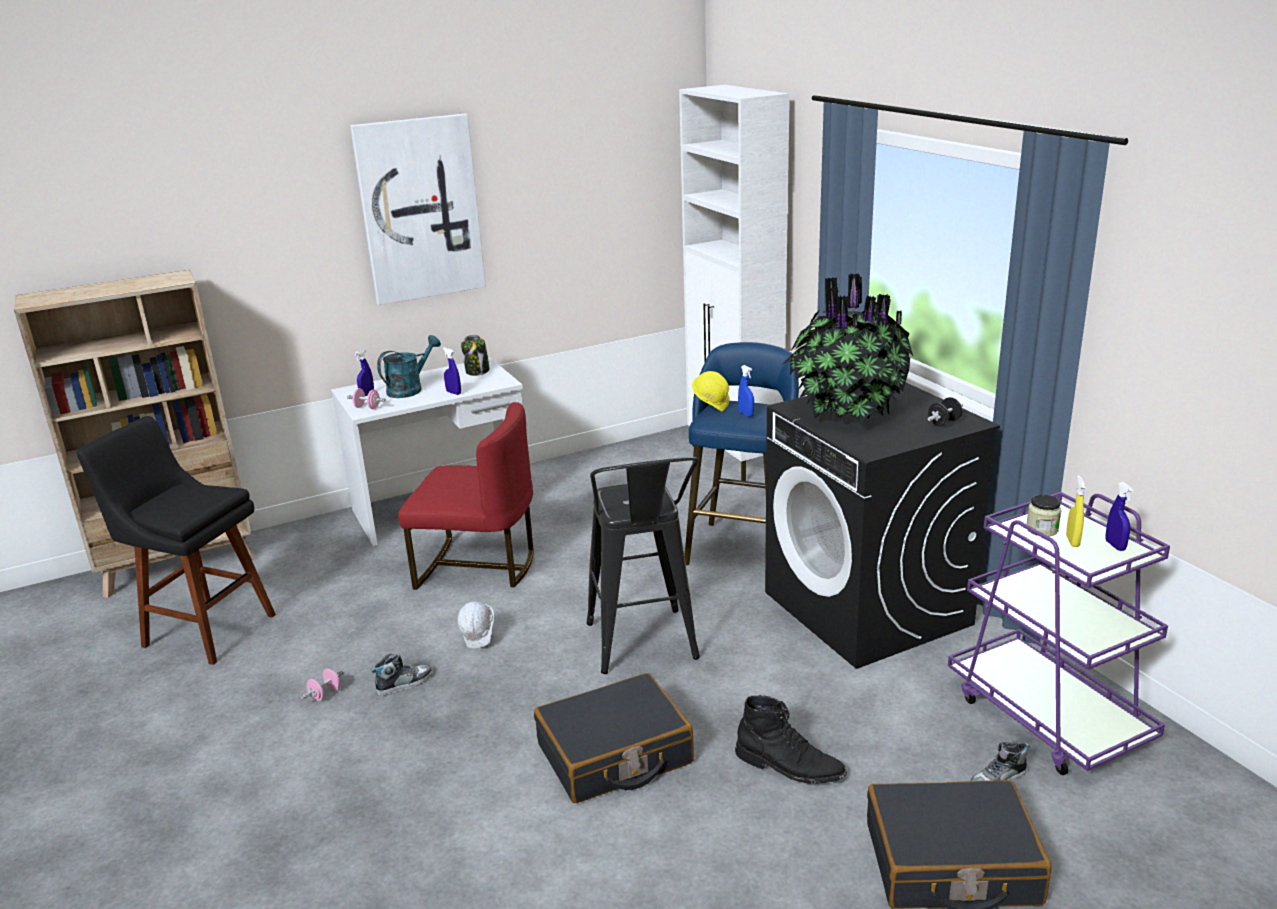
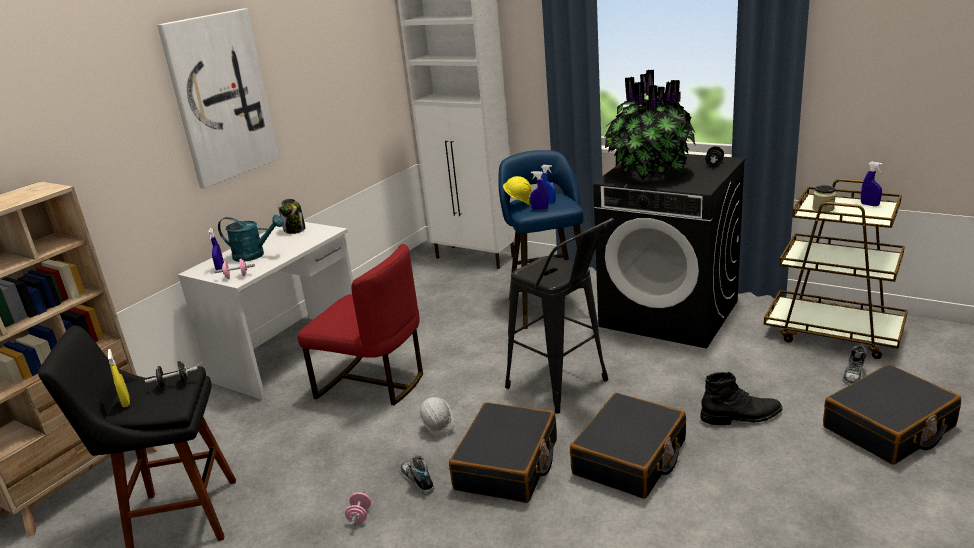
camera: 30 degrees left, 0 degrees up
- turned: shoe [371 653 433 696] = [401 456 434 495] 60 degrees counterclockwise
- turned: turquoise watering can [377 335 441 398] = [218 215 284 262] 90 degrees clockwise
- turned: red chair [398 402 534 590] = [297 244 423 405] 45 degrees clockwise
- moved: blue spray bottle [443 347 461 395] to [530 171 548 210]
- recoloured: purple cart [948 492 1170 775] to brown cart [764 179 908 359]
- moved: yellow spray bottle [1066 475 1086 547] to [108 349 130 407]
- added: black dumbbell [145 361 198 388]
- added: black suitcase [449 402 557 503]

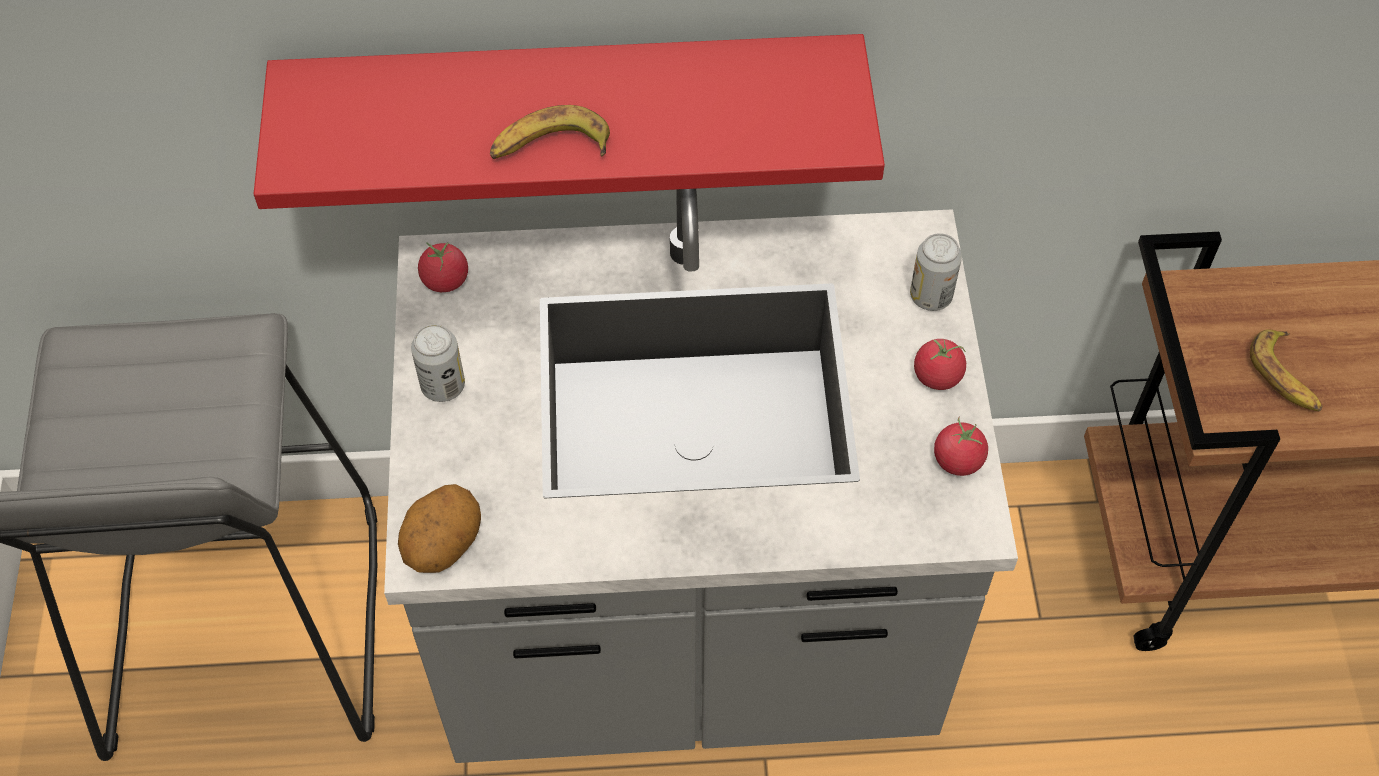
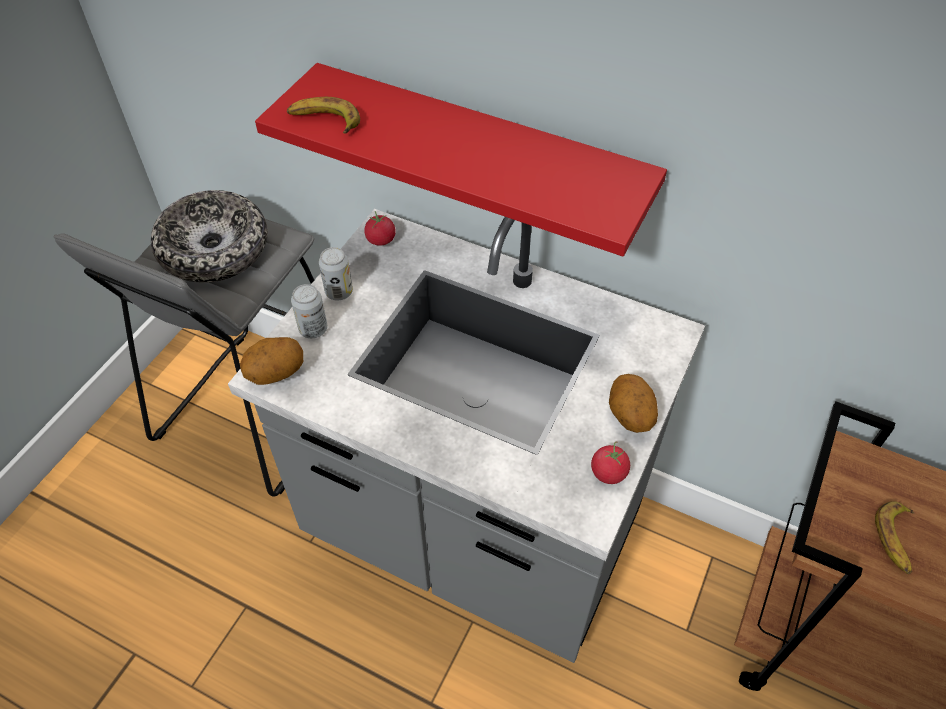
camera: 30 degrees right, 5 degrees down
- moved: banana [490 105 610 159] to [287 97 360 134]
- moved: can [910 233 962 311] to [291 284 328 338]
- replaced: tomato [914 339 966 390] to potato [609 374 658 433]
- added: bowl [151 190 268 283]

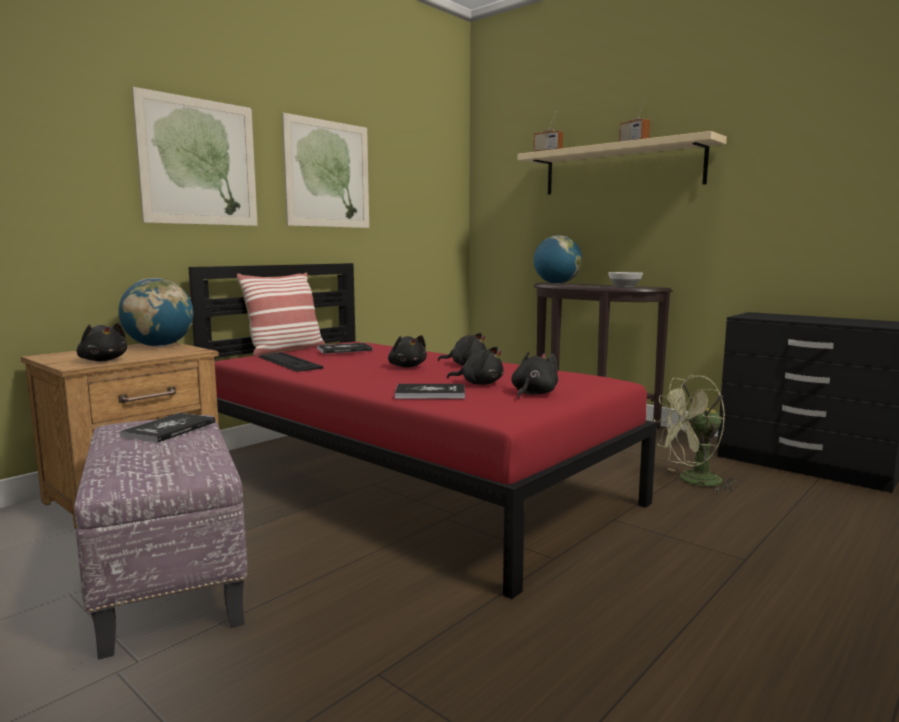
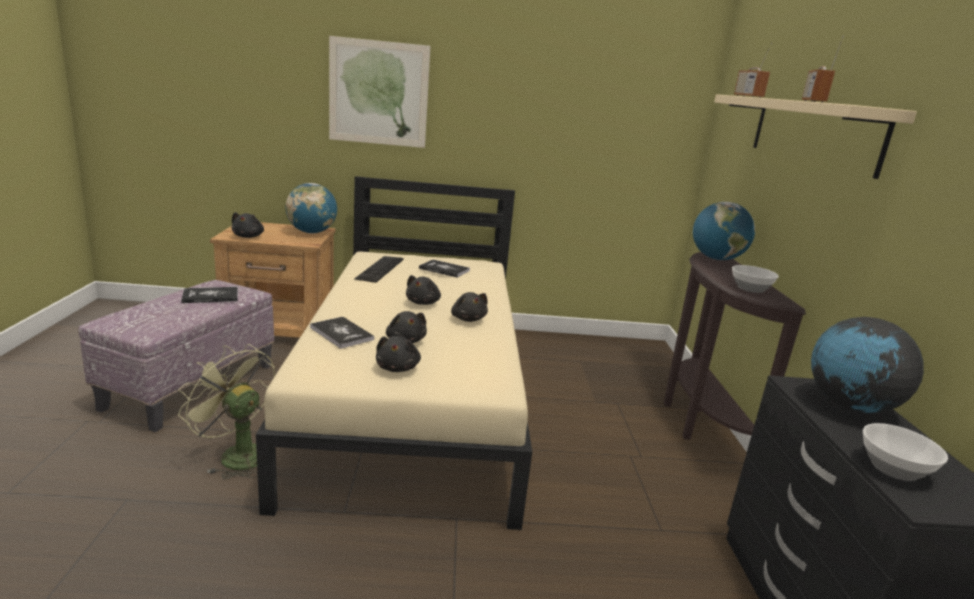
camera: 45 degrees right, 10 degrees up
- recoloured: red bed [188 263 657 599] to beige bed [256 176 532 530]
- removed: pillow [237 273 325 356]
- removed: picture [282 113 369 228]
- turned: black plush toy [511 352 558 398] = [376 336 421 372] 105 degrees clockwise
- moved: green fan [654 375 737 492] to [178 344 275 479]
- added: globe [811 317 924 413]
- added: bowl [863 423 948 481]

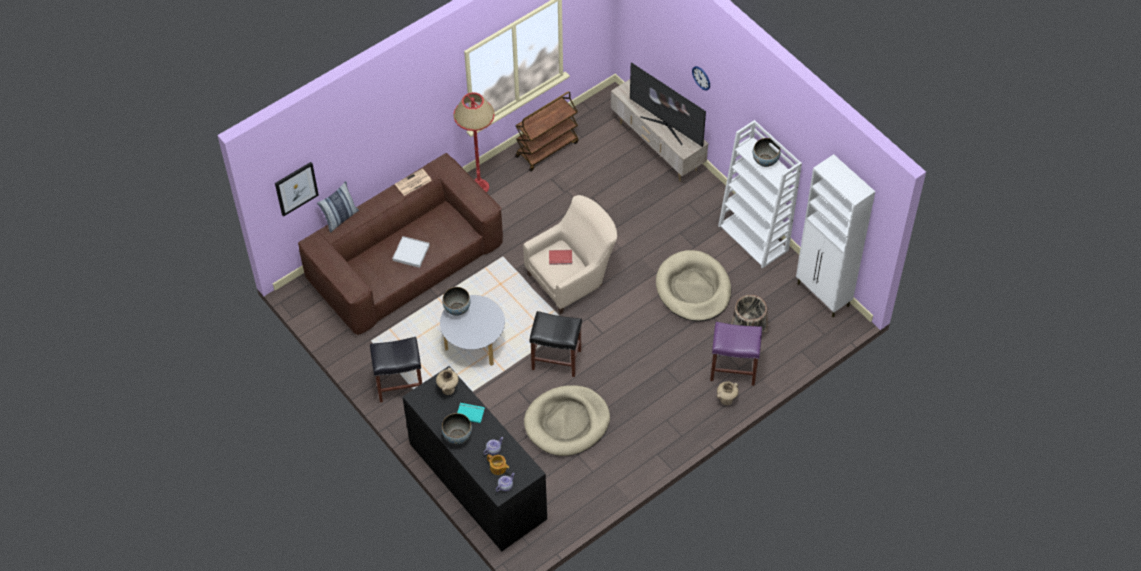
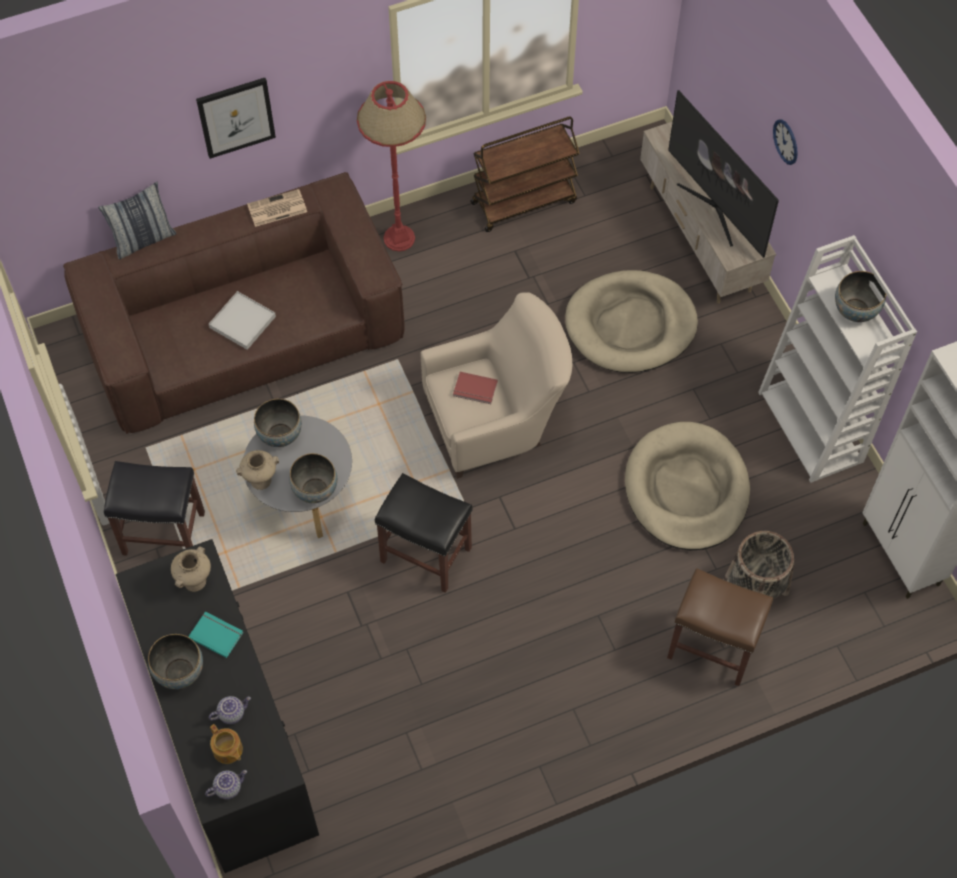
camera: 15 degrees right, 5 degrees up
- moved: picture [275 162 319 217] to [196 78 276 159]
- moved: beige dog bed [524 385 610 456] to [565 270 698 373]
- recoloured: purple stool [710 322 762 386] to brown stool [667 568 773 686]
- moved: beige vase [717 381 738 405] to [236 450 279 490]
- added: bowl [289 453 337 503]

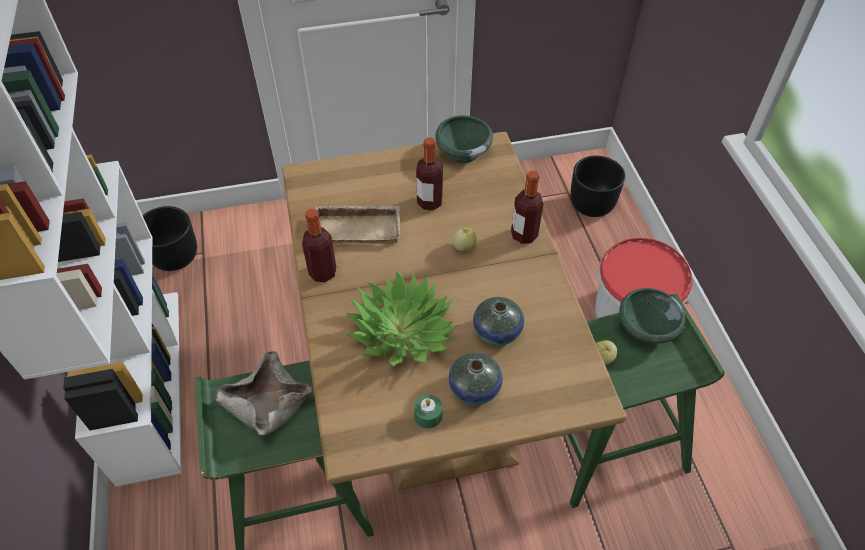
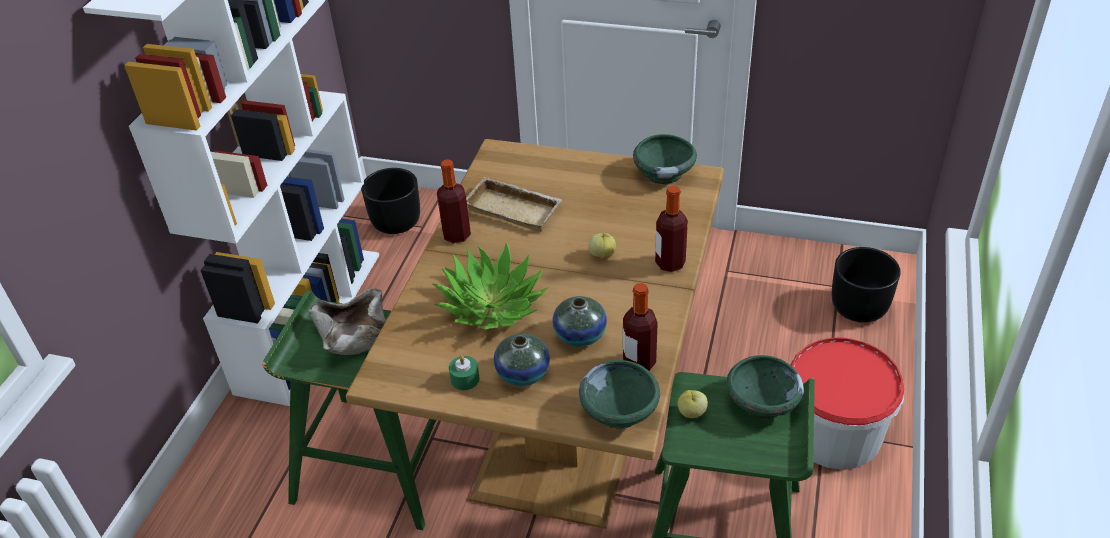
camera: 30 degrees right, 10 degrees down
- moved: bottle [416 137 443 211] to [623 283 658 371]
- added: green bowl [579 360 660 429]

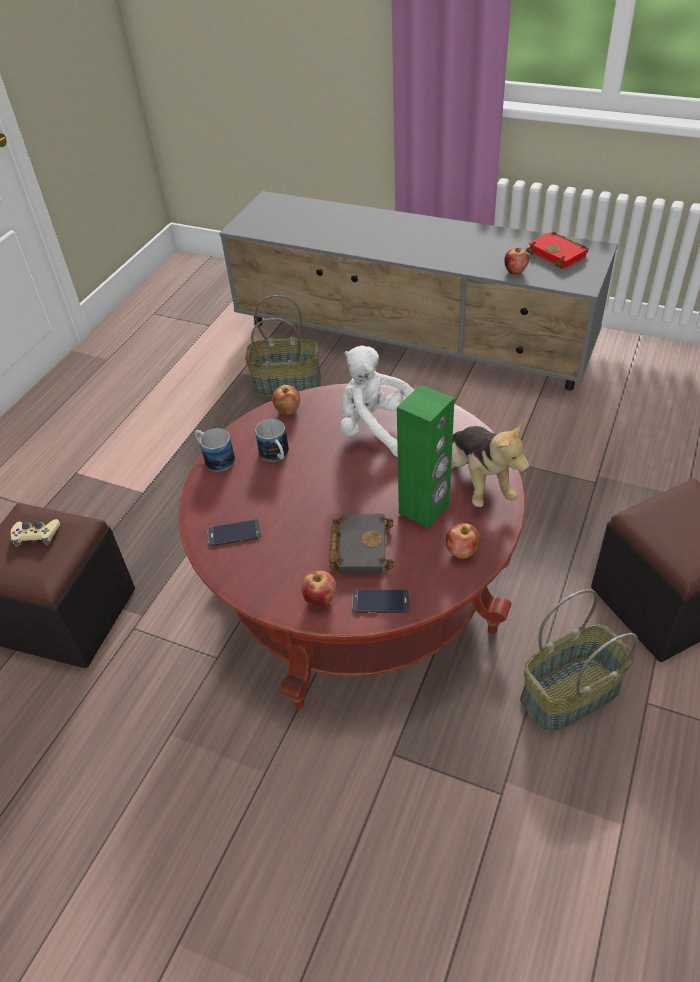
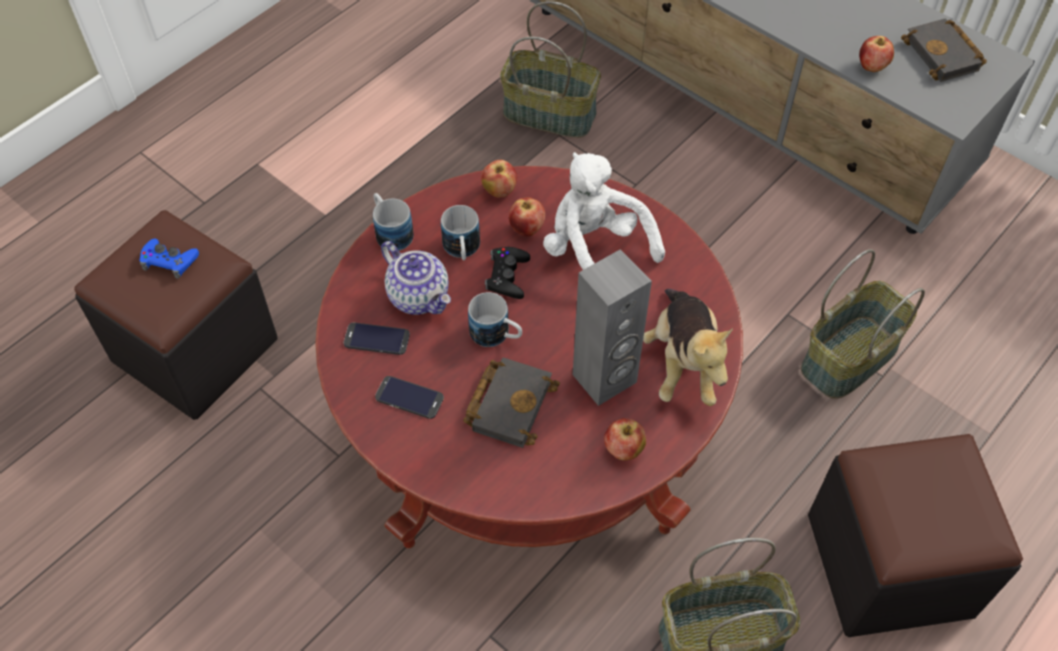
camera: 15 degrees right, 10 degrees up
- recoloured: beige game controller [10 519 60 547] to blue game controller [139 238 199 279]
- moved: apple [301 570 336 608] to [509 197 545 237]
- moved: phone [352 589 410 613] to [375 376 444 419]
- recoloured: green speaker [397 385 455 529] to grey speaker [573 249 652 406]
- recoloured: red book [526 232 589 269] to black book [901 19 987 82]
- added: teapot [381 241 451 315]
- added: mug [468 292 522 347]
- added: black game controller [485 247 530 299]
- added: basket [801 249 925 399]

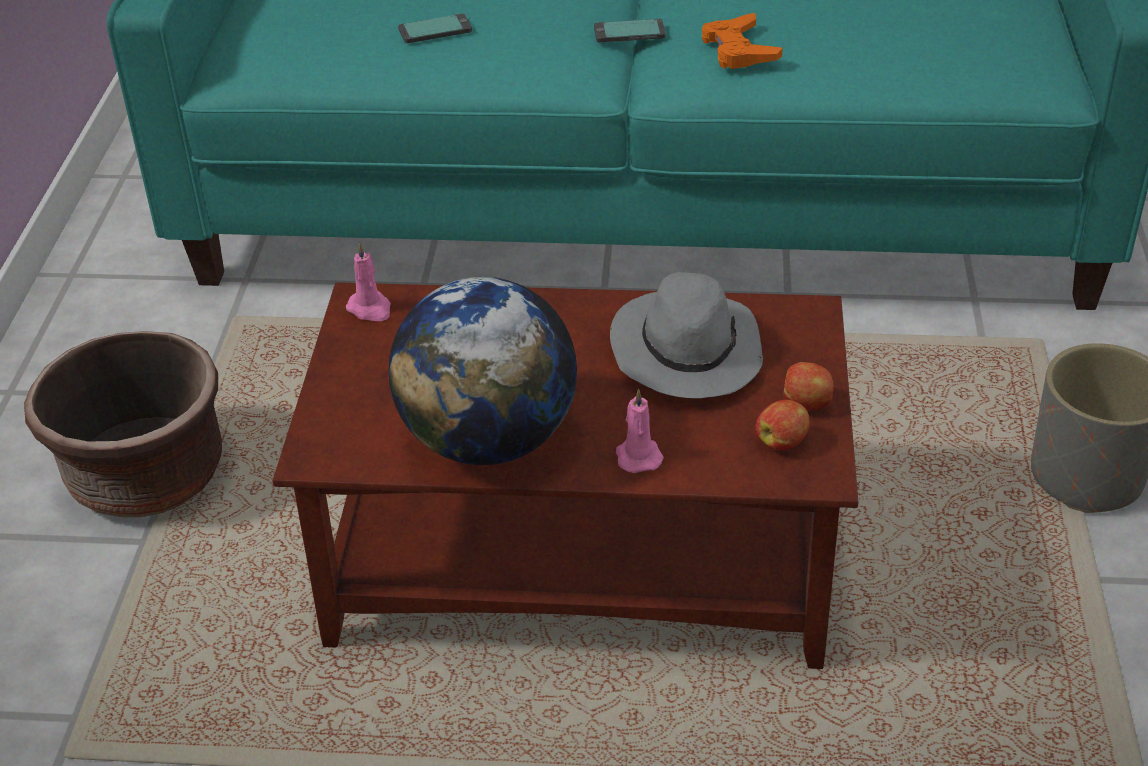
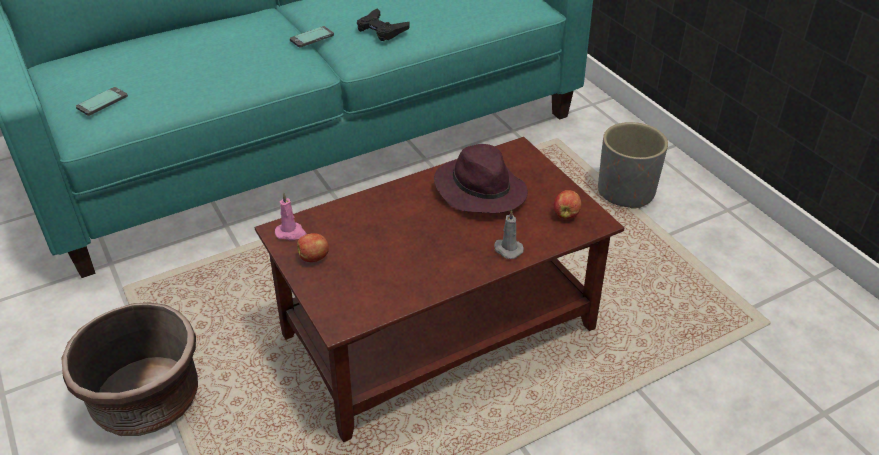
camera: 35 degrees left, 0 degrees up
- removed: globe [388 277 577 465]
- moved: phone [398 14 472 43] to [76 87 128 116]
- recoloured: grey hat [610 272 763 398] to purple hat [434 144 528 213]
- recoloured: pink candle [616 388 664 473] to grey candle [494 209 524 259]
- recoloured: orange game controller [702 13 783 69] to black game controller [357 8 410 41]
- moved: apple [783 362 834 410] to [297 233 329 262]

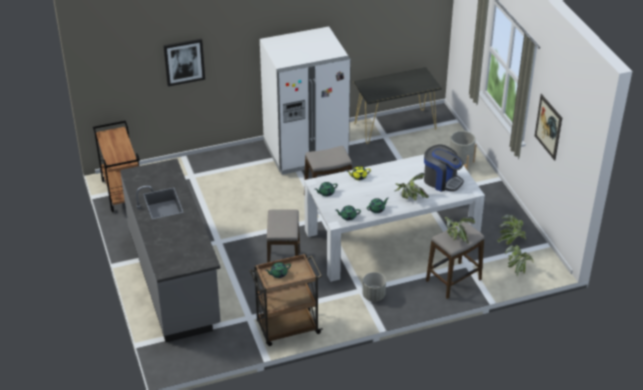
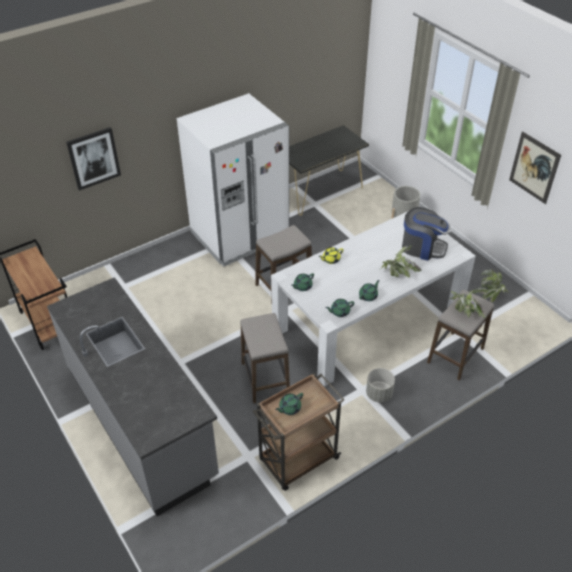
camera: 15 degrees left, 5 degrees up
- removed: potted plant [505 245 534 276]

